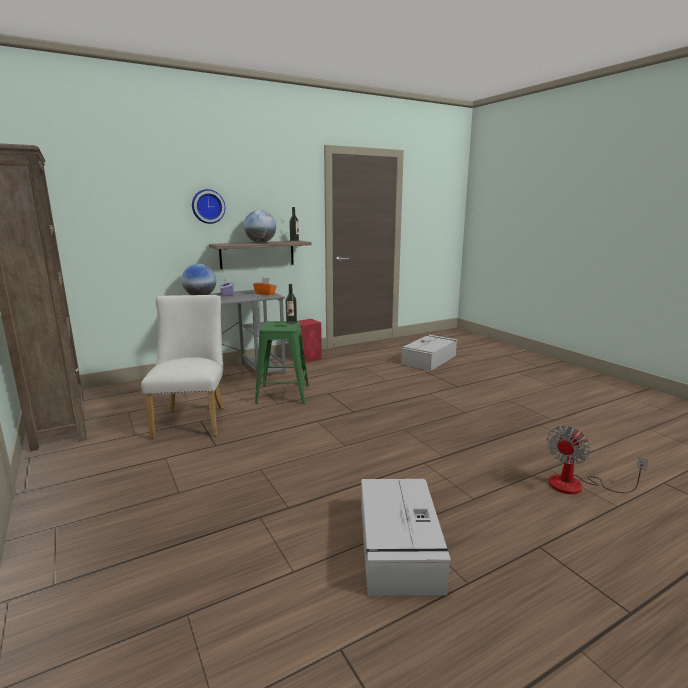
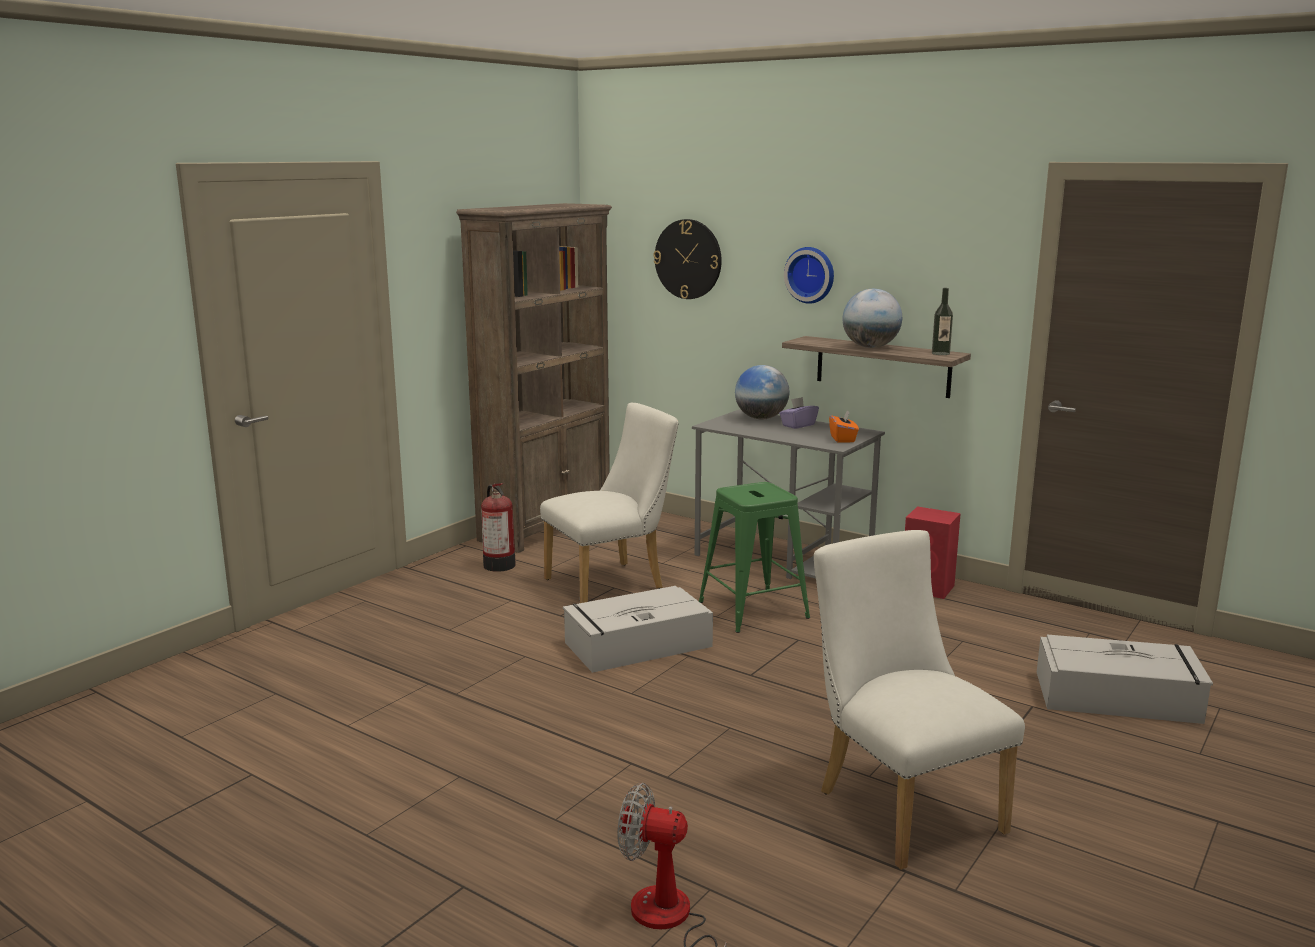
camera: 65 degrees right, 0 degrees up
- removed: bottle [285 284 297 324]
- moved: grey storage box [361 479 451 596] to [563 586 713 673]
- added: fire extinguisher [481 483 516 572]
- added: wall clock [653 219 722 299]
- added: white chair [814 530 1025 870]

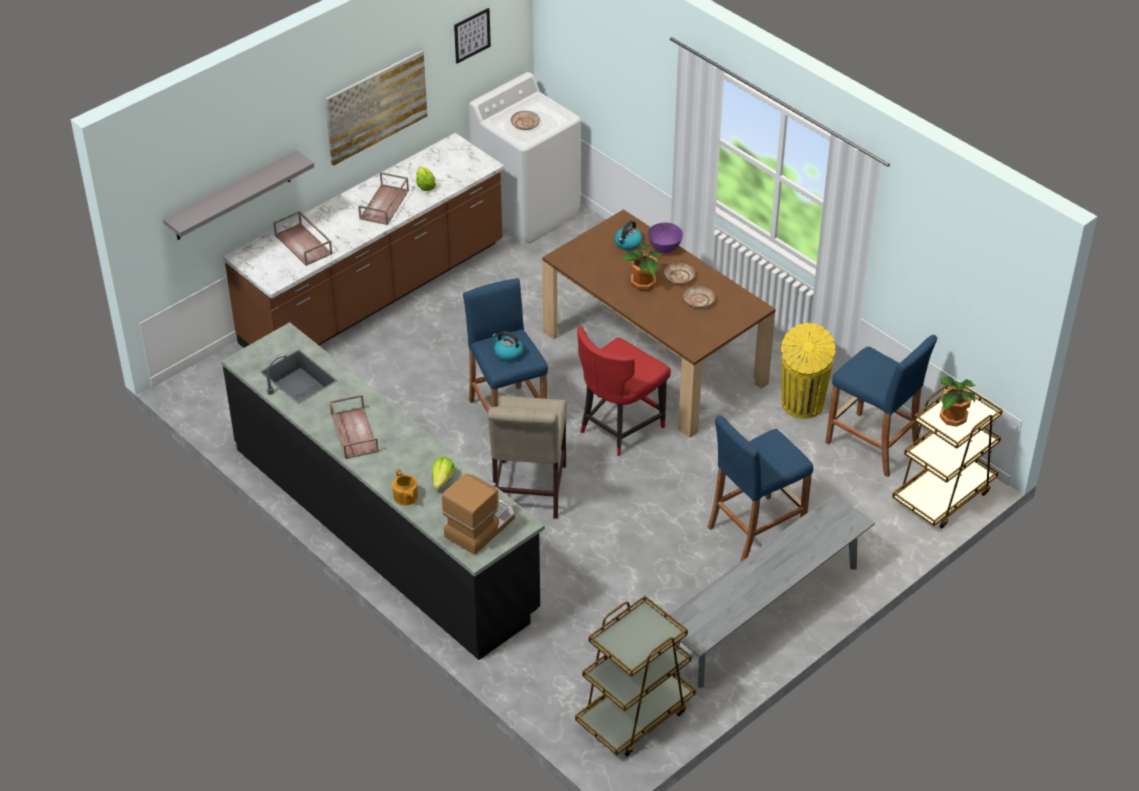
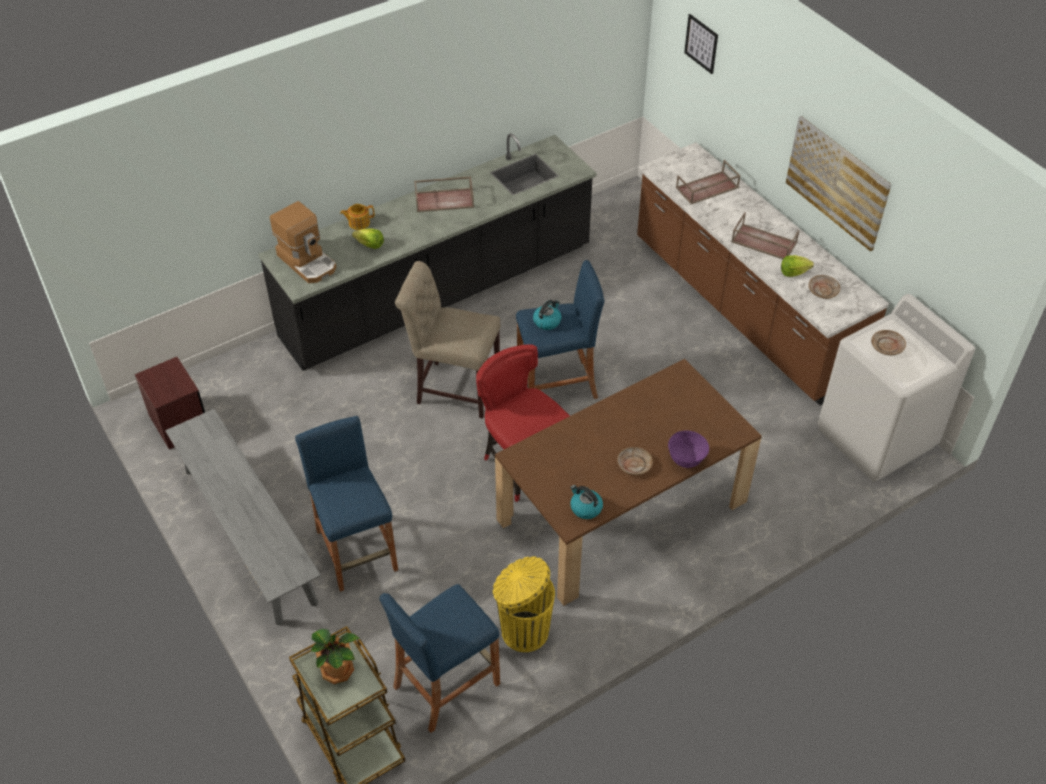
camera: 100 degrees right, 5 degrees up
- removed: grey shelf [163 150 314 240]
- moved: picture [454 8 491 64] to [684 14 718 74]
- replaced: brown cart [575 596 696 757] to brown nightstand [135 357 205 450]
- moved: kettle [615 221 642 250] to [570 485 603 519]
- removed: potted plant [622 244 660 290]
- moved: beige plate [683 286 715 308] to [809 275 840 299]

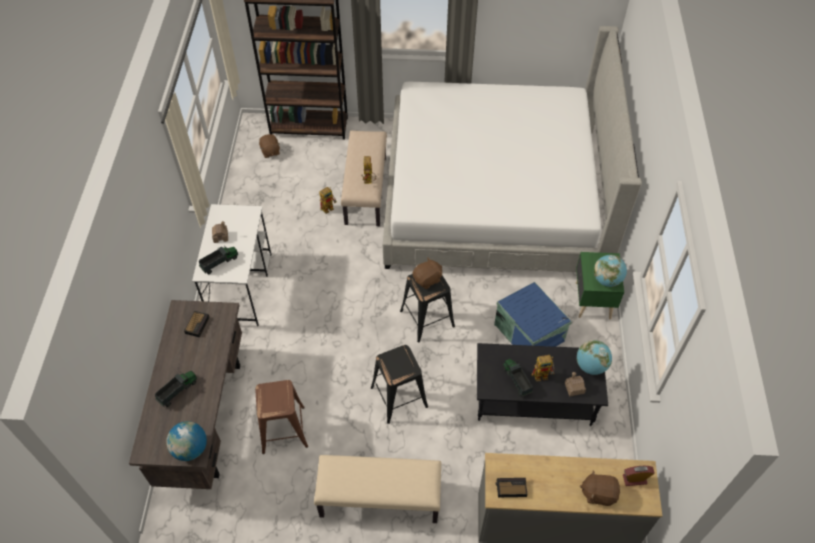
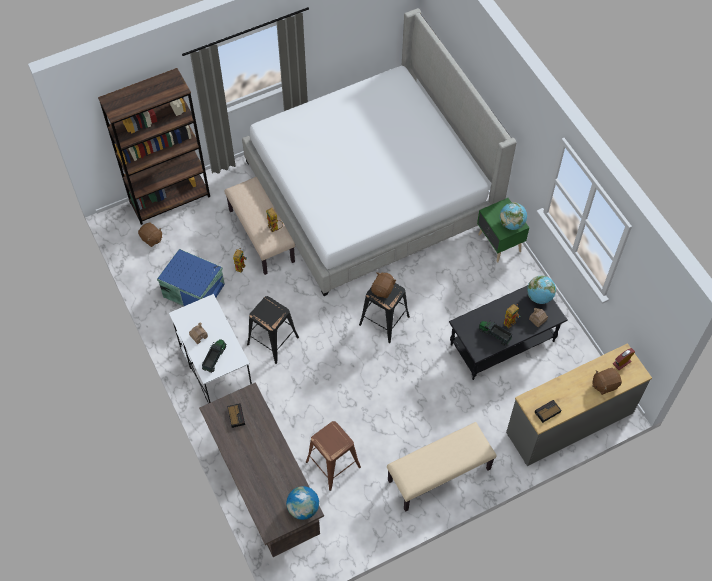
camera: 30 degrees left, 5 degrees up
- removed: toy truck [155 371 197 407]
- moved: black stool [371 345 428 424] to [247 296 299 364]
- moved: blue storage box [494 282 572 347] to [157 249 225 306]

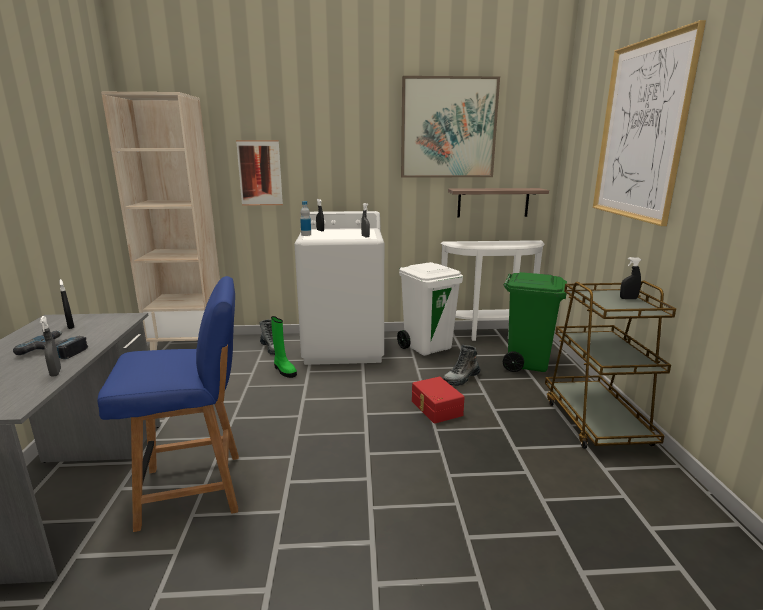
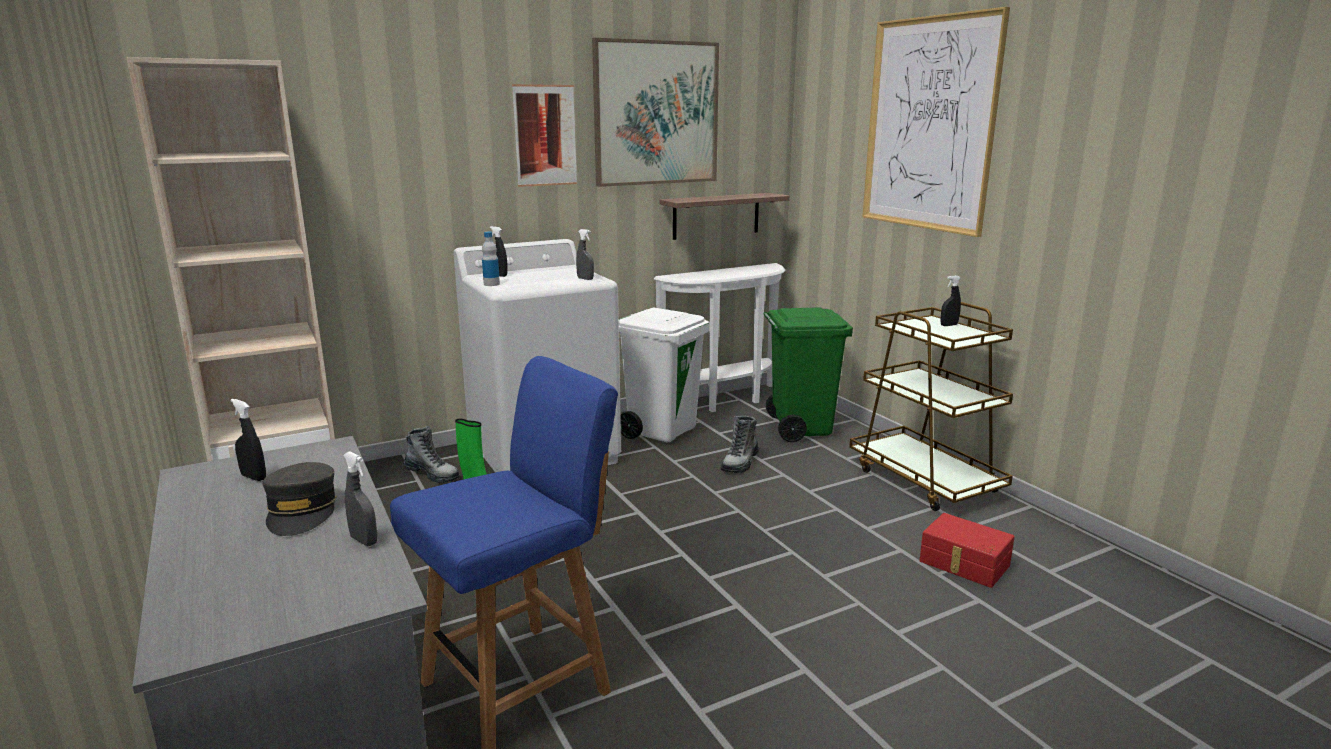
camera: 25 degrees left, 0 degrees up
- replaced: power drill [13 331 88 359] to grey cap [263 462 337 536]
- moved: picture [236 140 283 205] to [512 84 577 187]
- moved: red storage box [412 376 464 424] to [919 513 1014 588]

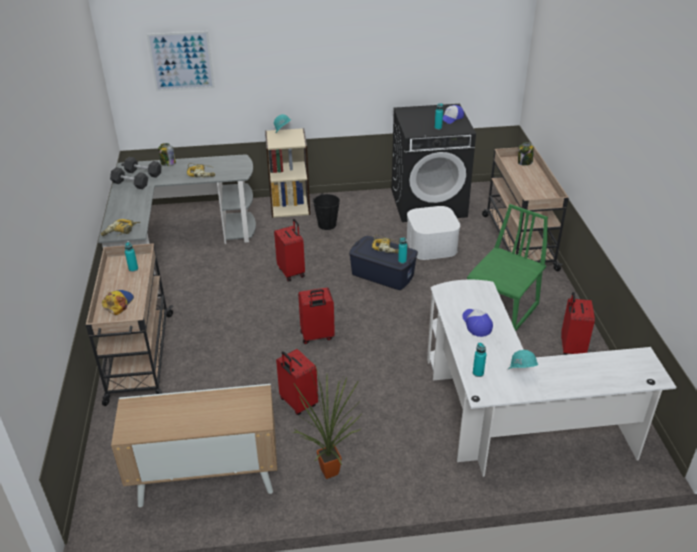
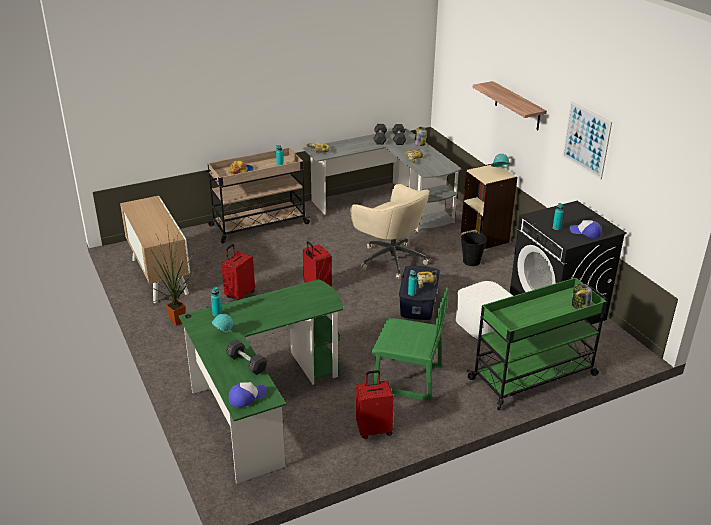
camera: 70 degrees right, 5 degrees down
- moved: picture [147 31 215 91] to [563 101 612 179]
- replaced: red suitcase [274 219 305 281] to beige office chair [351 184 429 279]
- recoloured: white desk [427 280 677 477] to green desk [179 279 343 484]
- moved: cap [462 309 493 337] to [229 382 267 408]
- recoloured: beige cart [482 146 569 271] to green cart [467 278 607 410]
- added: grey dumbbell [225 339 268 375]
- added: shelf [473 81 547 130]

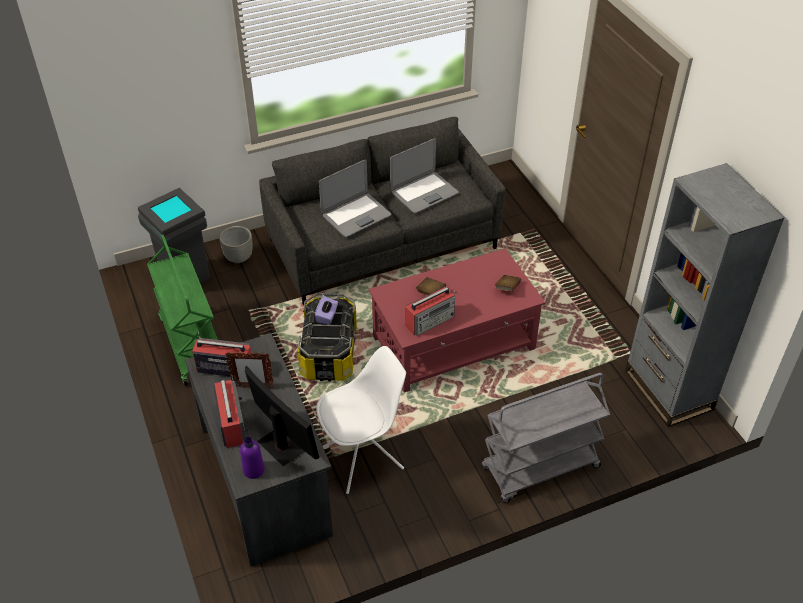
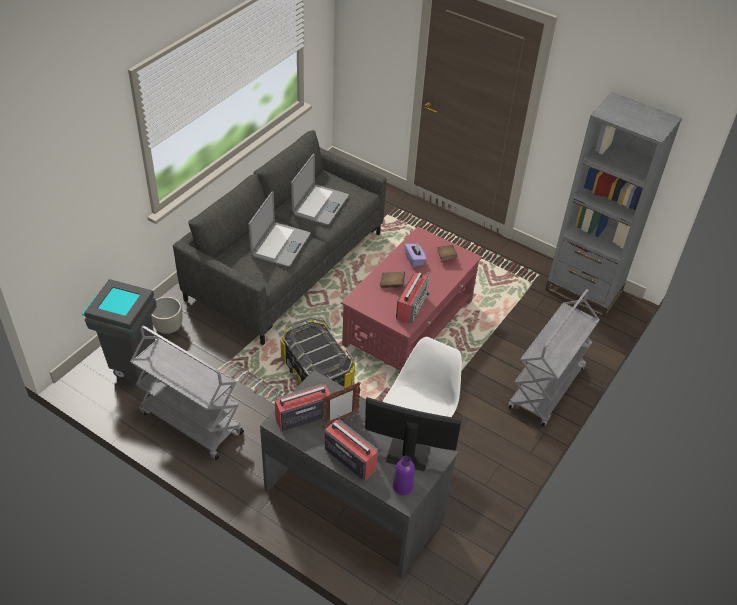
camera: 35 degrees left, 0 degrees up
- recoloured: green cart [147 235 218 386] to grey cart [130 326 244 460]
- moved: purple tissue box [315 296 338 325] to [404 243 427 267]

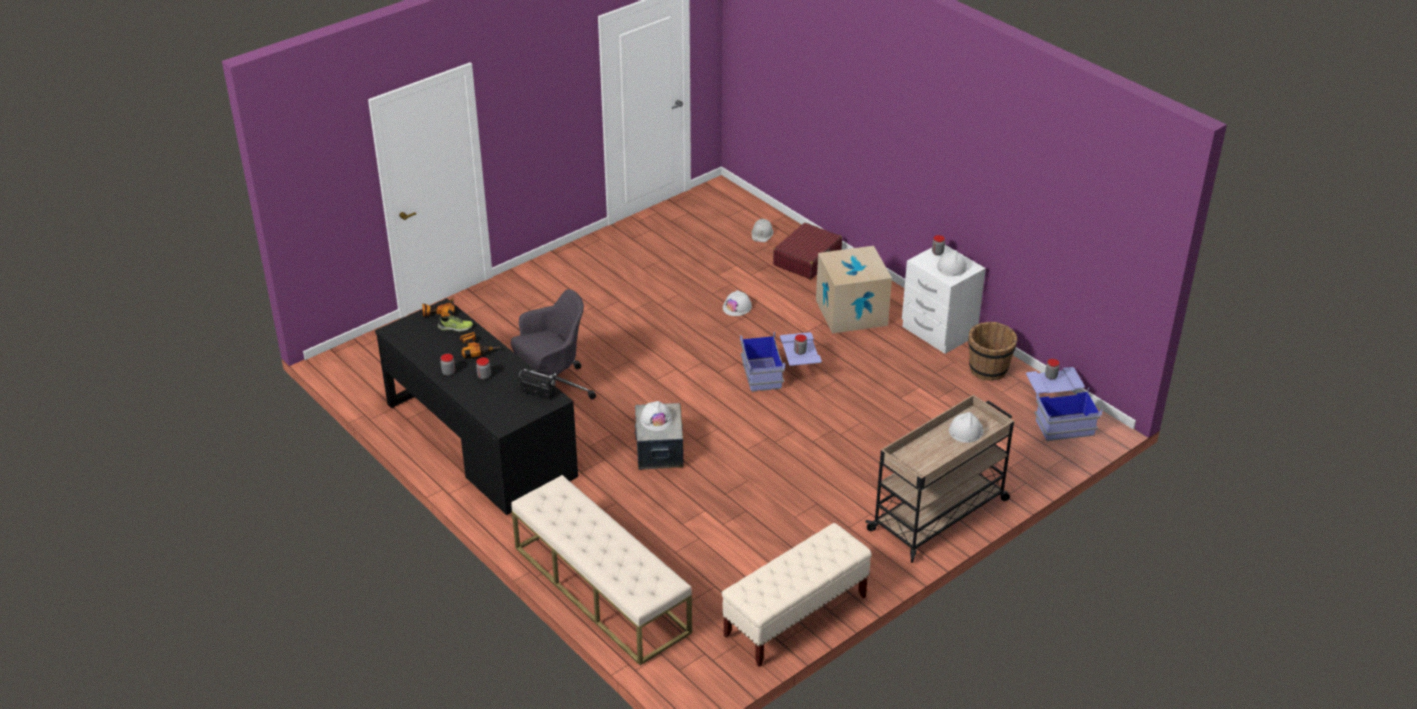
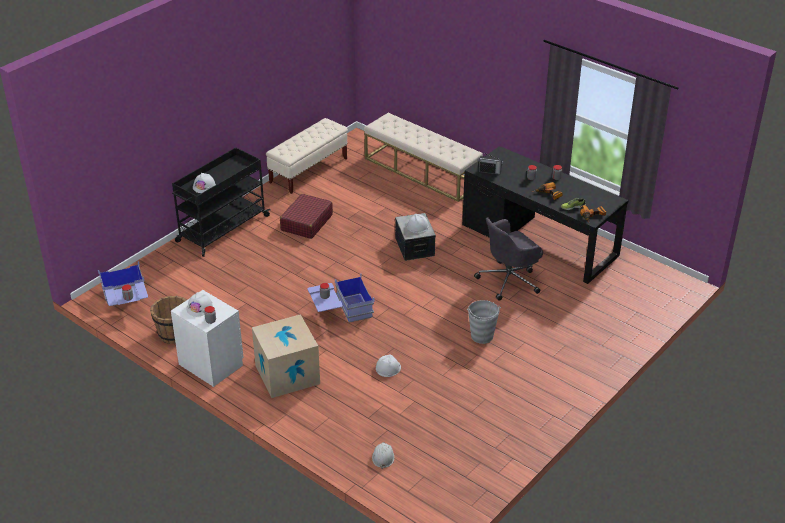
camera: 170 degrees right, 0 degrees up
- moved: red suitcase [773 223 842 279] to [280 194 333 239]
- recoloured: beige cart [865 395 1014 563] to black cart [172 147 270 257]
- added: grey bucket [467 300 501 344]

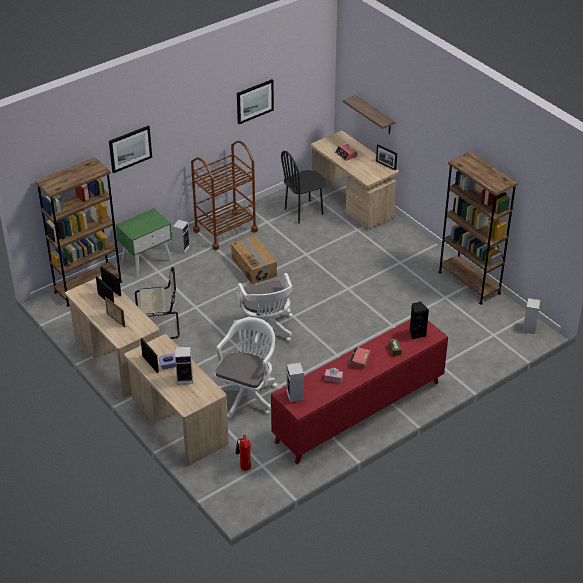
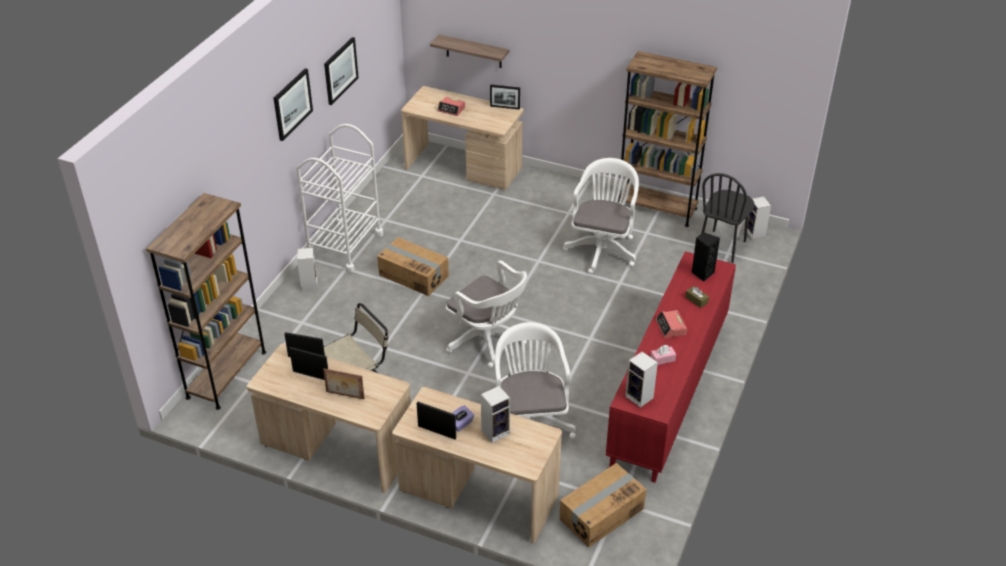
camera: 30 degrees left, 0 degrees up
- moved: picture [109 126 152 173] to [274 68 313 141]
- removed: green nightstand [116 209 172 277]
- recoloured: brown cart [191 141 258 250] to white cart [296 124 384 273]
- replaced: fire extinguisher [236 435 251 471] to cardboard box [560 463 647 547]
- moved: black chair [281 151 326 224] to [701 173 755 263]
- added: white office chair [563 158 639 274]

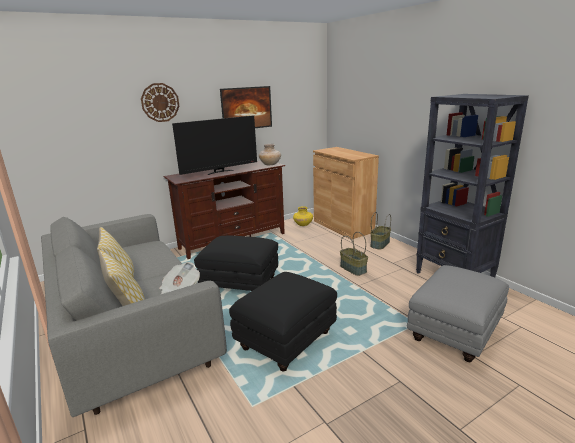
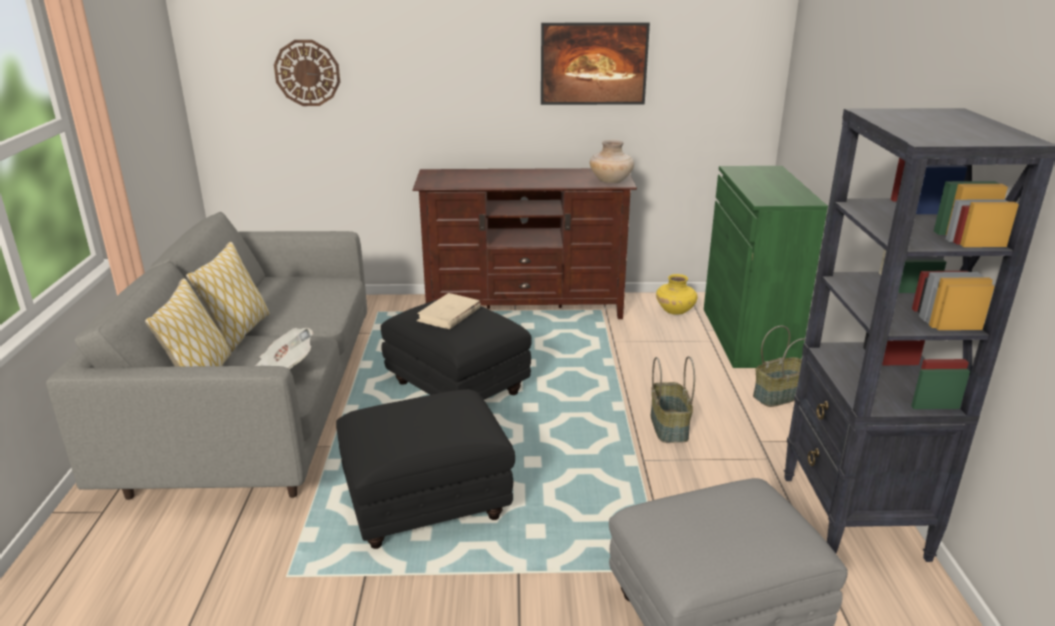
camera: 30 degrees right, 5 degrees up
- moved: wall clock [141 83 180 122] to [274 40 340 106]
- removed: television [172 115 257 175]
- recoloured: brown cabinet [313 147 379 239] to green cabinet [704 166 828 368]
- added: beige book [417 293 481 329]

